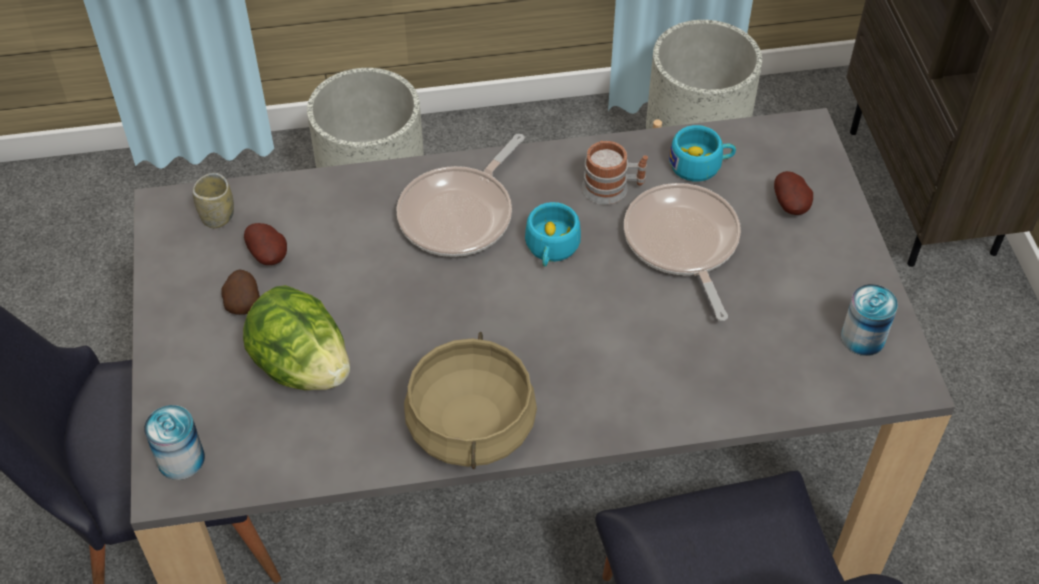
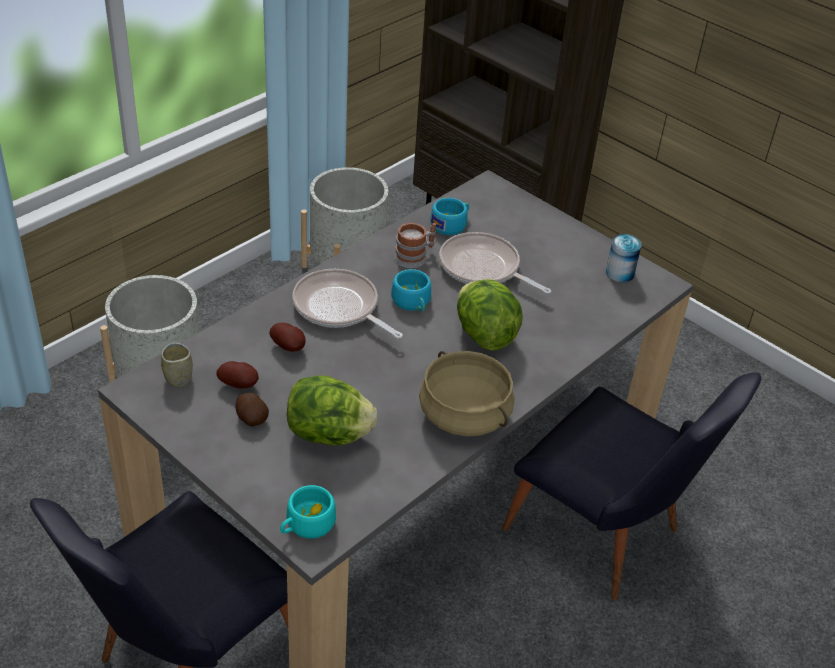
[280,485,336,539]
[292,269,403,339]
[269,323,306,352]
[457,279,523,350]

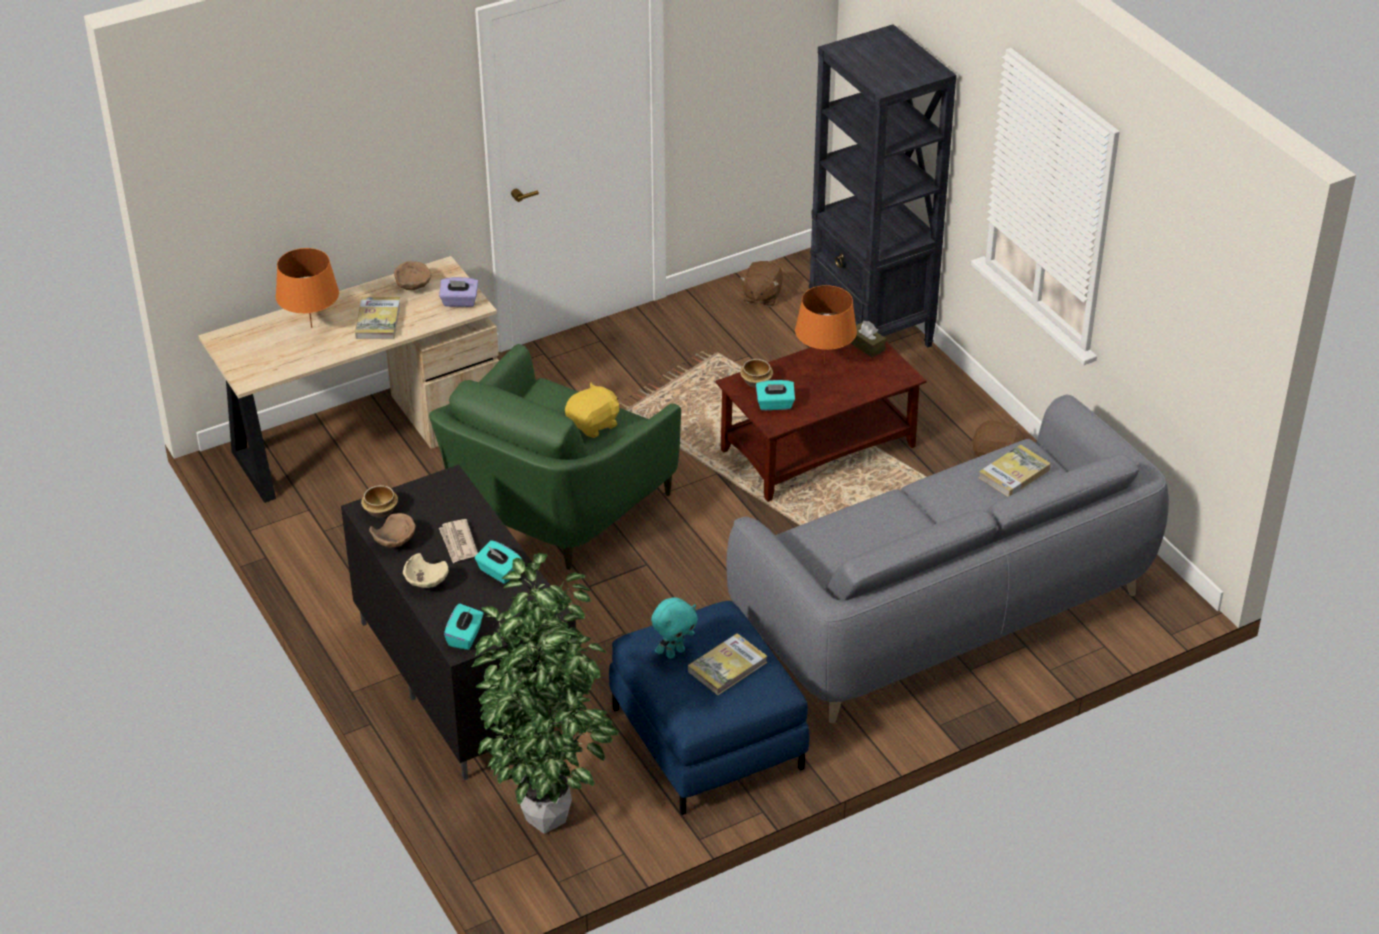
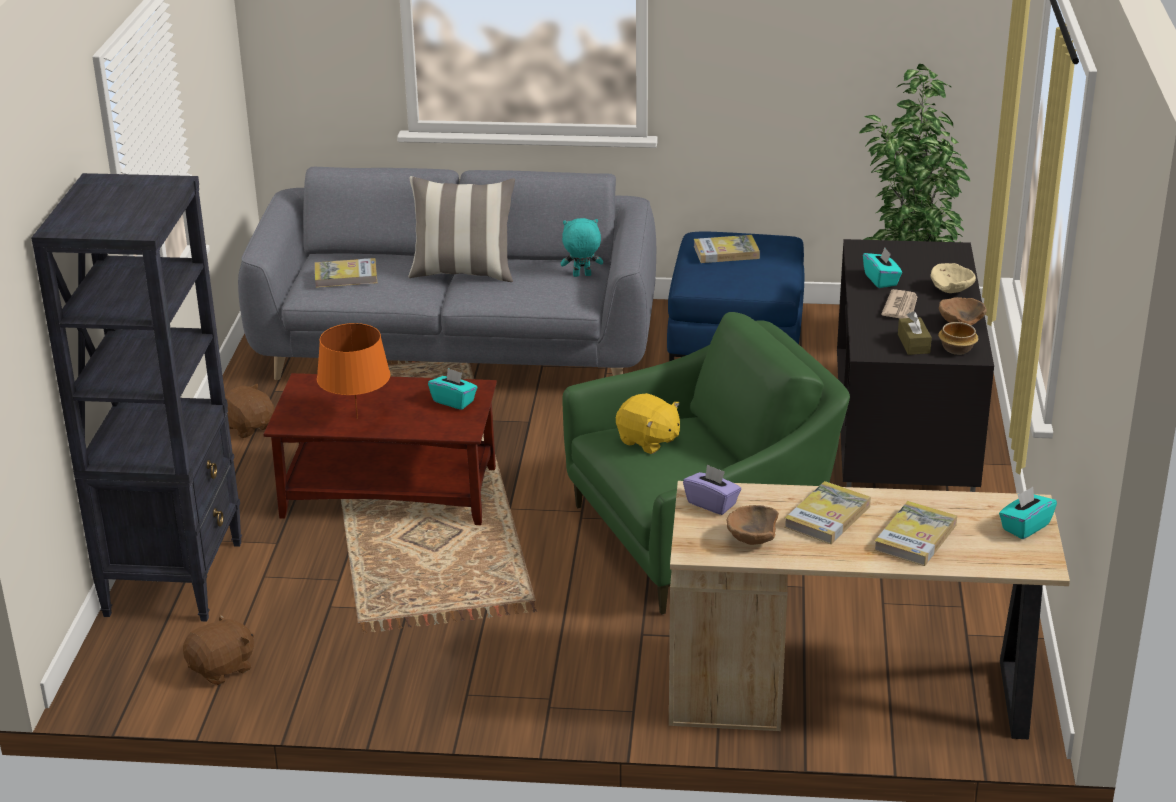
[874,501,957,566]
[999,487,1057,539]
[616,393,680,454]
[561,218,603,277]
[740,359,773,388] (first image)
[898,311,932,355]
[408,176,515,282]

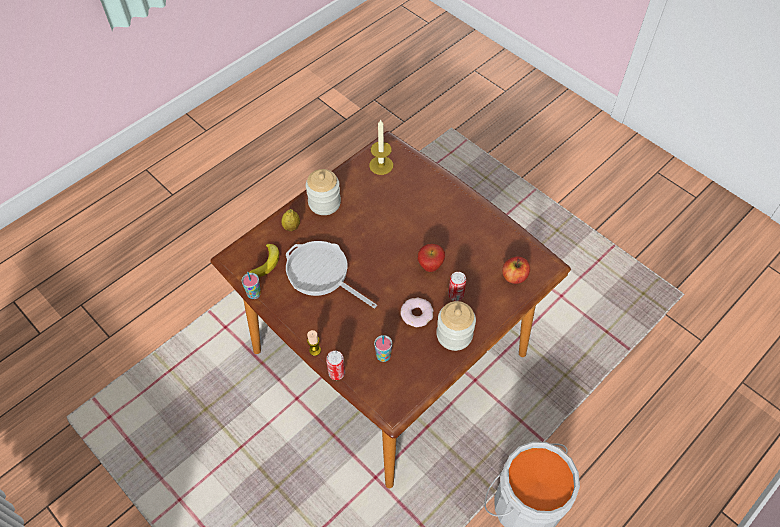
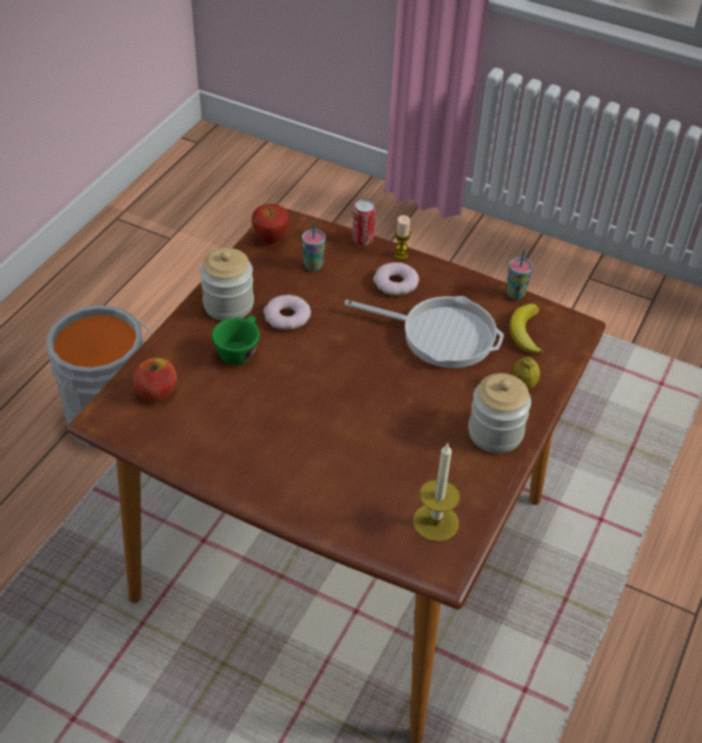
[252,204,289,244]
[212,315,260,365]
[373,262,419,296]

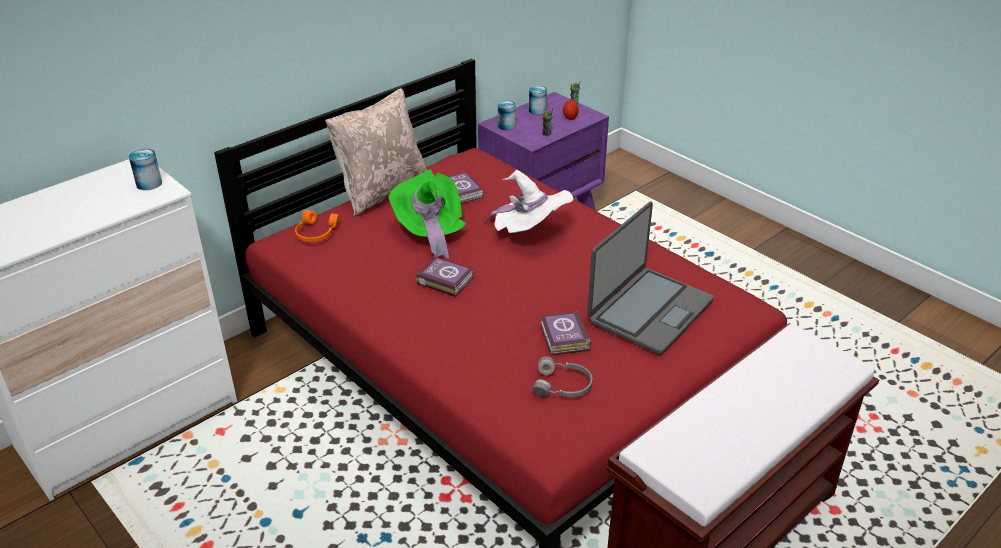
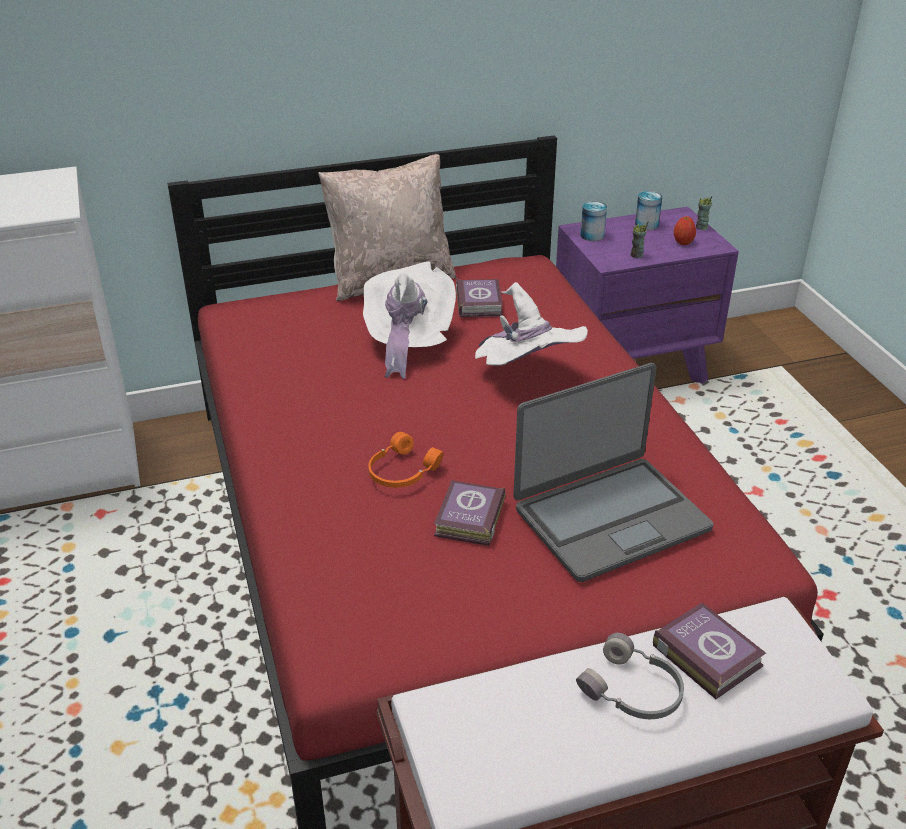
[129,149,162,190] (first image)
[368,432,444,488]
[363,262,456,379]
[653,603,766,699]
[576,633,684,719]

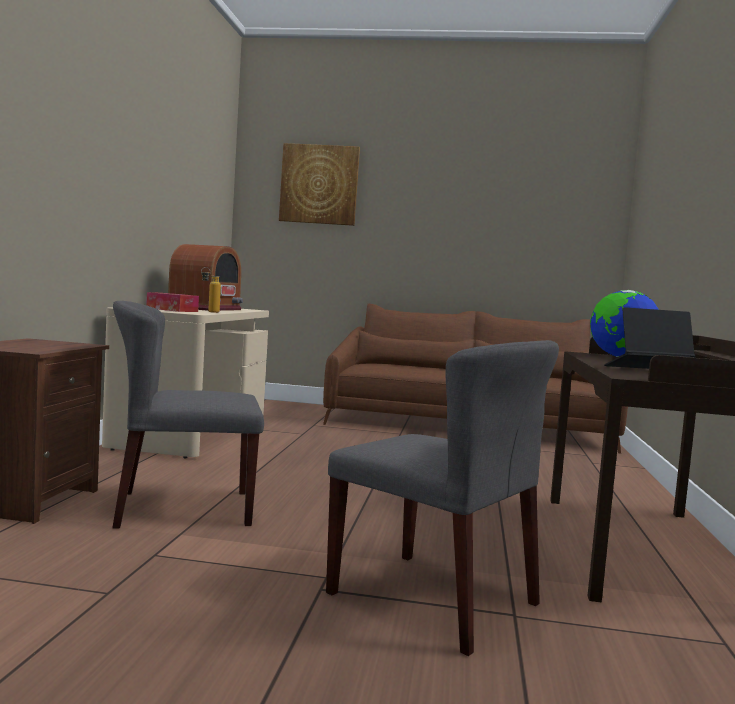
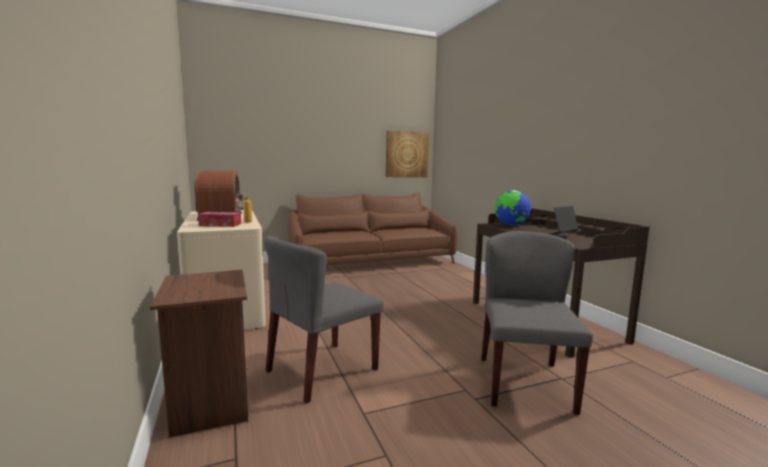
[386,130,429,177]
[481,231,593,415]

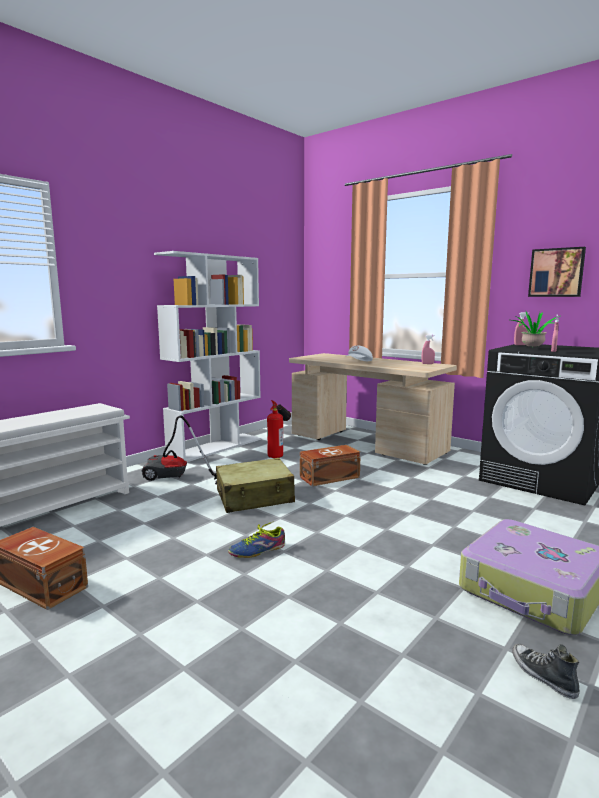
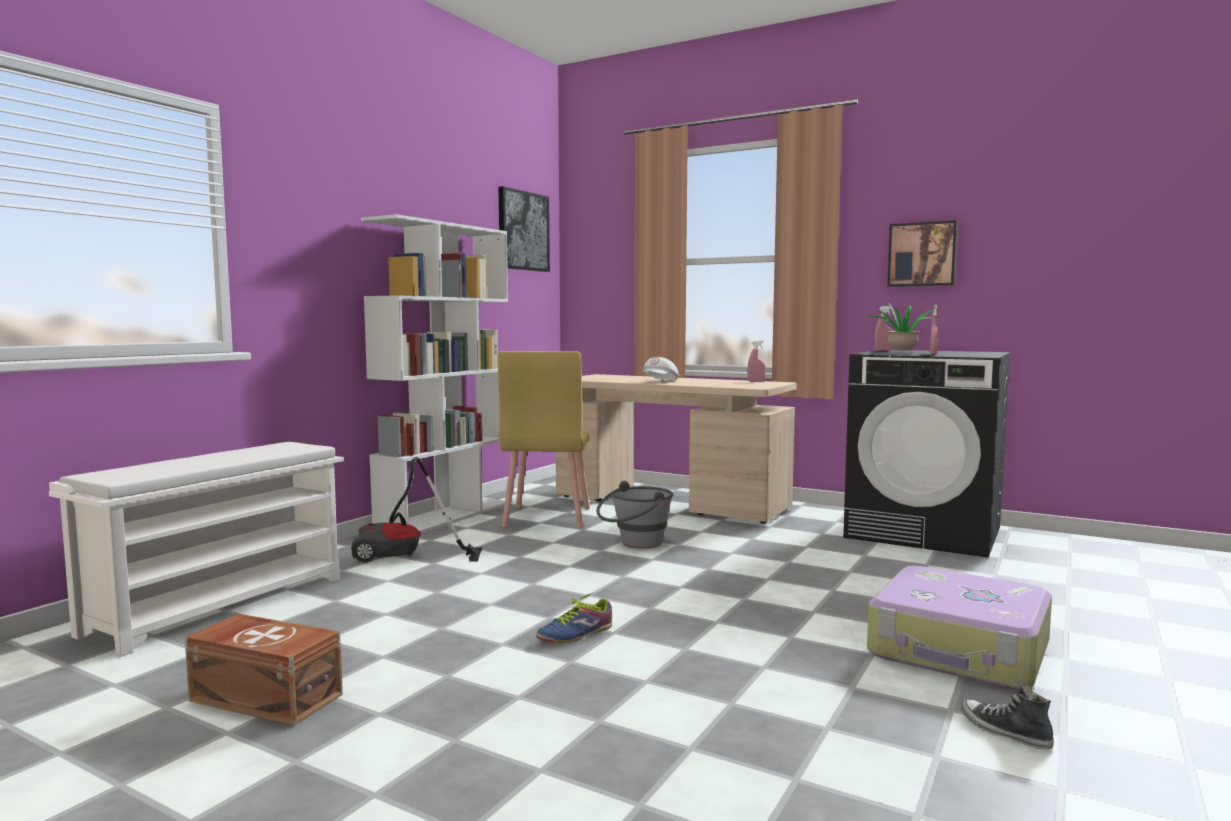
[216,458,295,513] (first image)
[498,351,590,528]
[597,481,673,549]
[498,186,550,272]

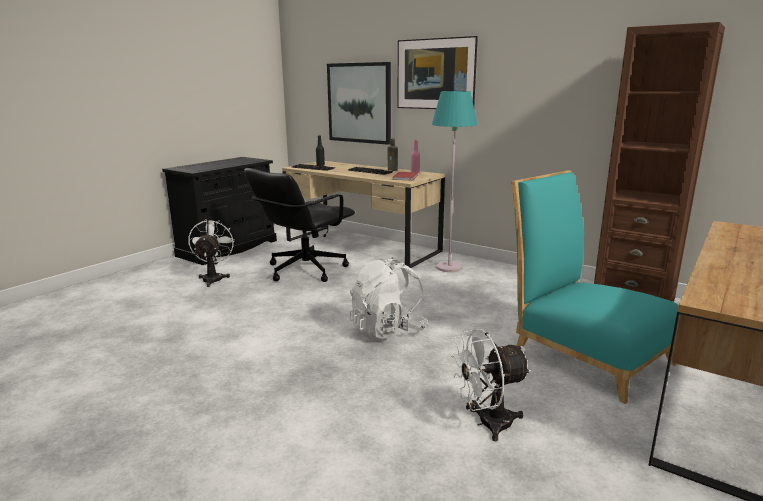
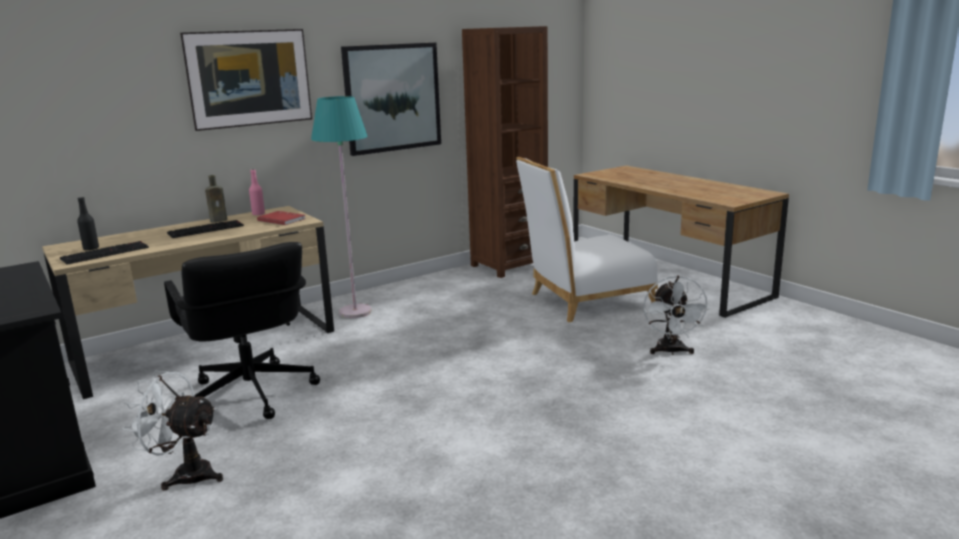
[341,43,441,156]
[349,257,428,340] (first image)
[516,157,658,322]

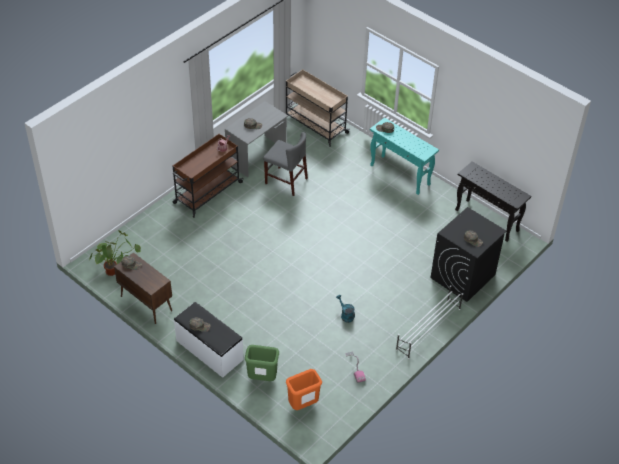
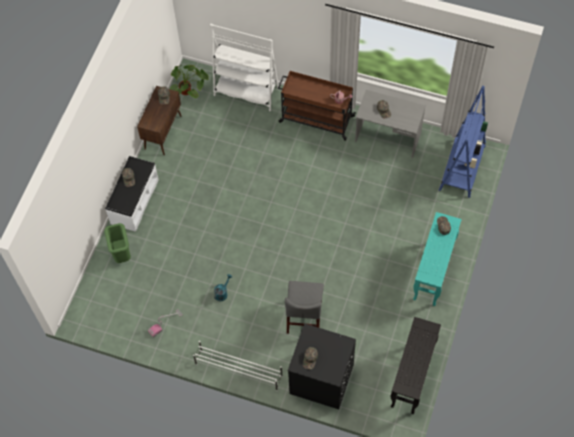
[285,281,324,334]
[439,86,488,198]
[286,369,322,410] (first image)
[210,23,279,111]

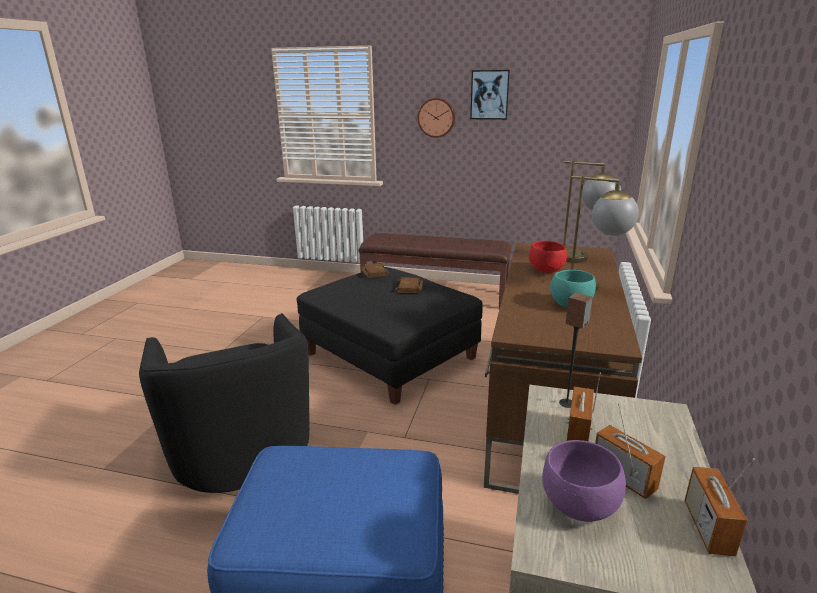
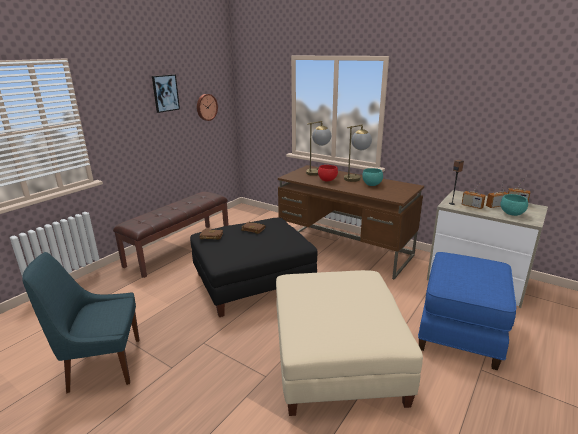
[276,270,423,416]
[197,94,218,121]
[500,194,528,216]
[22,252,140,394]

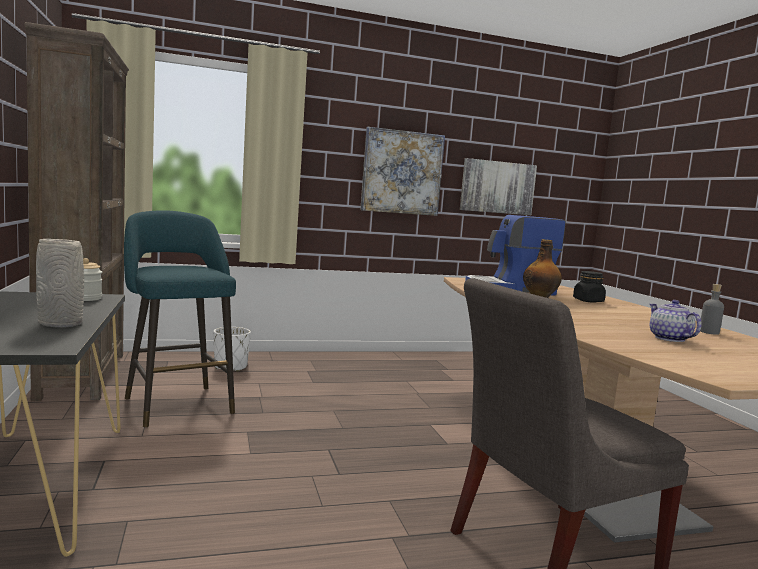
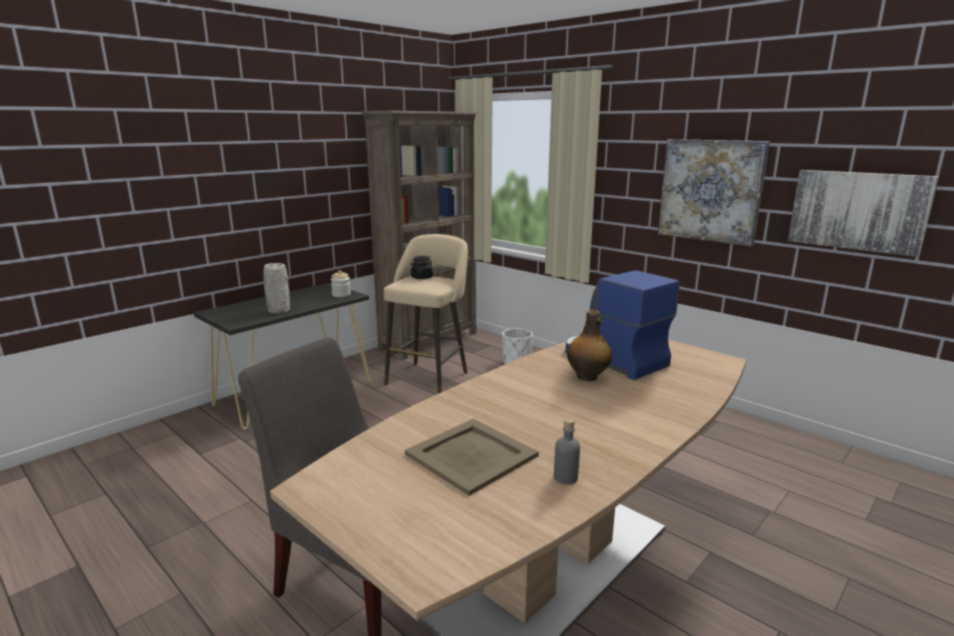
[384,234,468,394]
[410,256,433,279]
[405,419,539,496]

